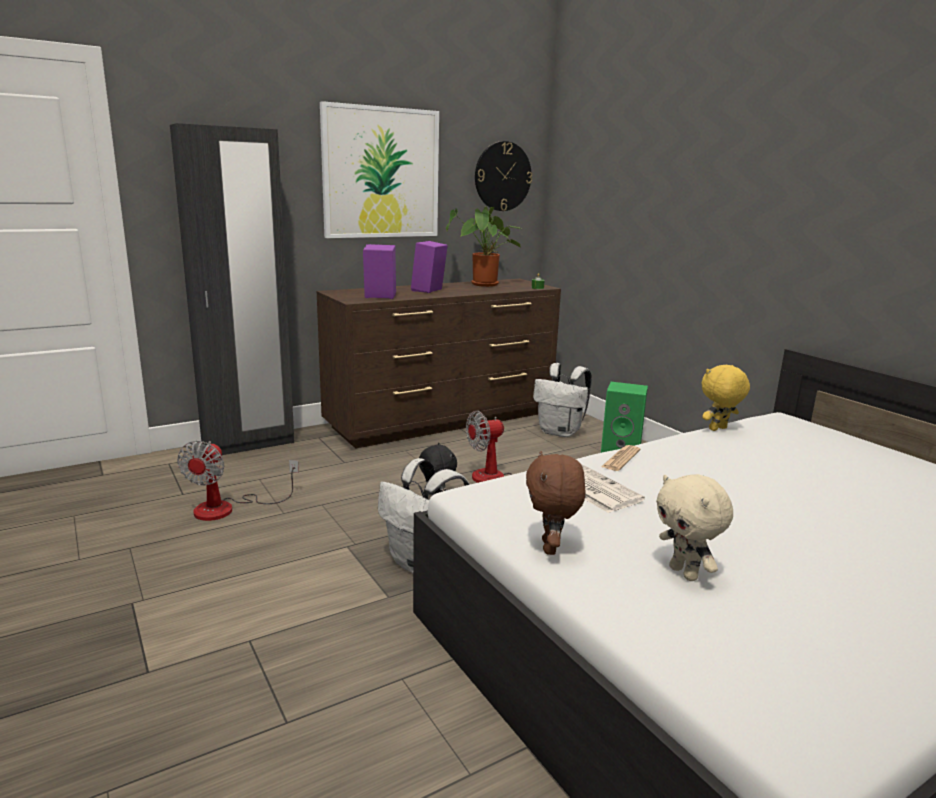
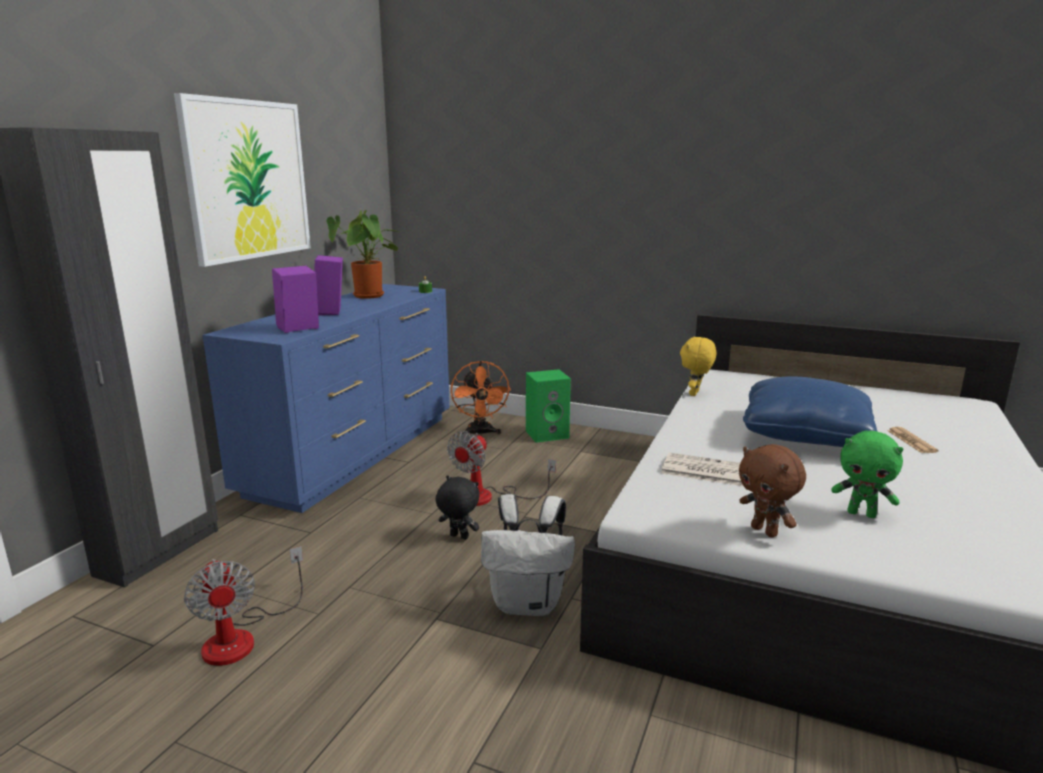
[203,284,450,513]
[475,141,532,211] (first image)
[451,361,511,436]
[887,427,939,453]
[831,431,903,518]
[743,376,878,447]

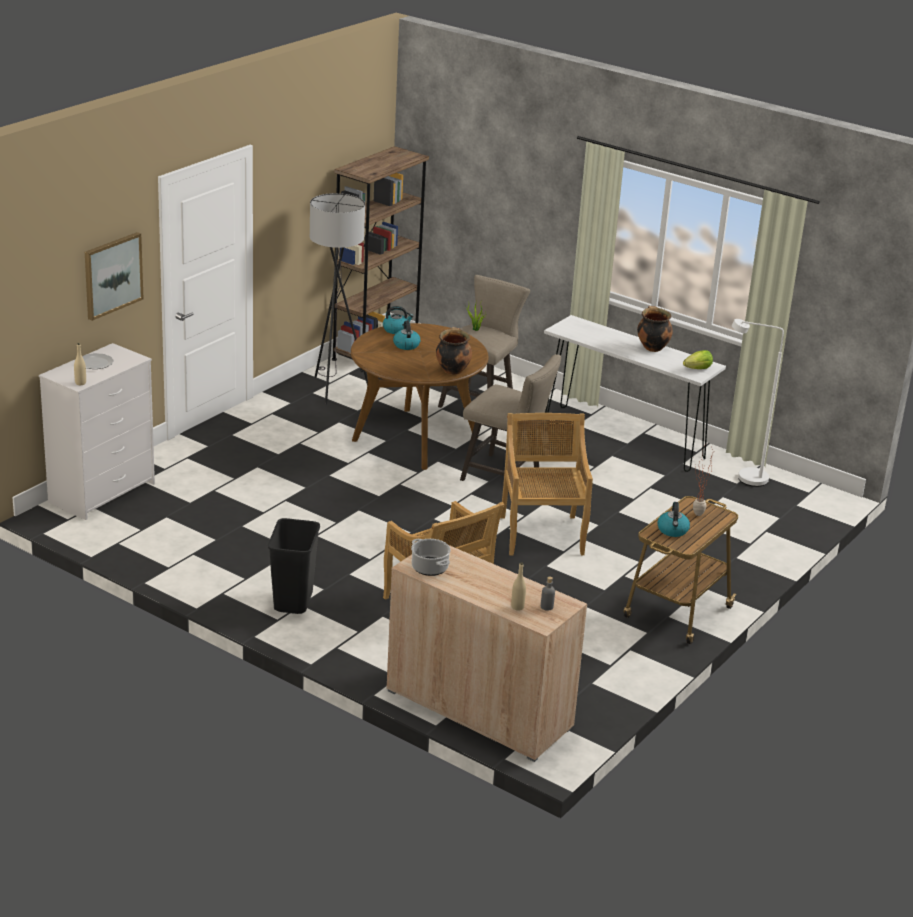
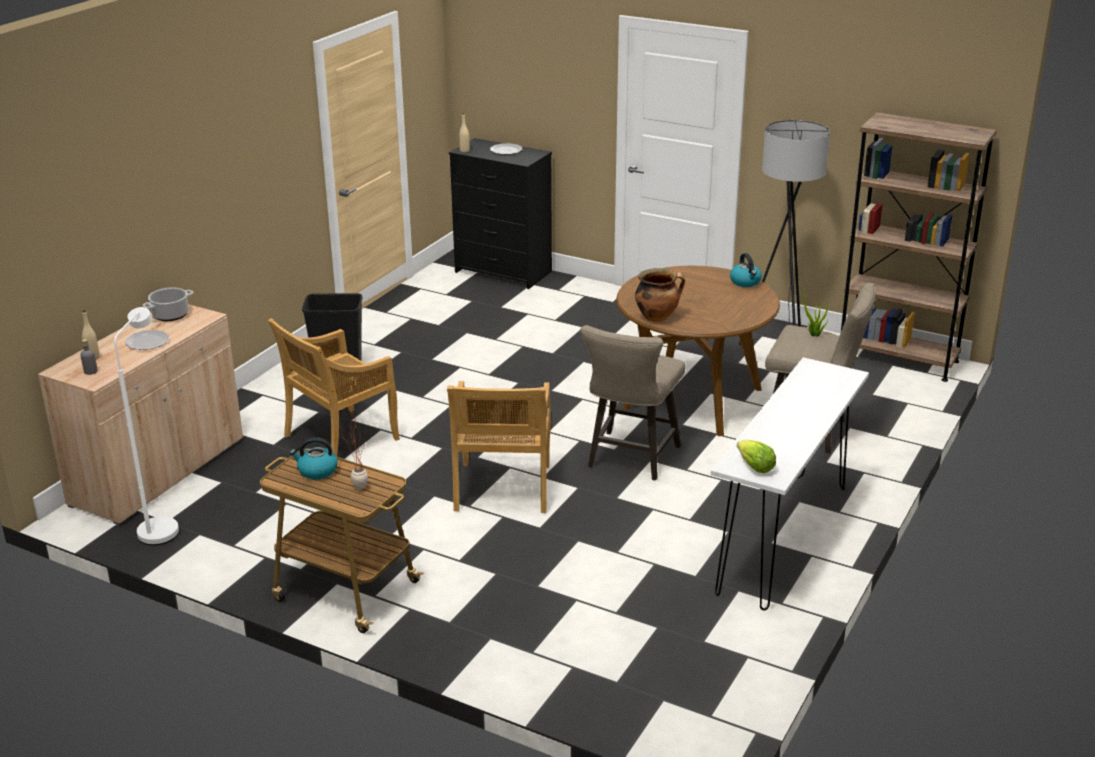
[449,138,552,289]
[85,232,144,321] (first image)
[393,321,420,350] (first image)
[447,381,551,513]
[637,306,673,352] (first image)
[114,307,179,545]
[125,330,170,350]

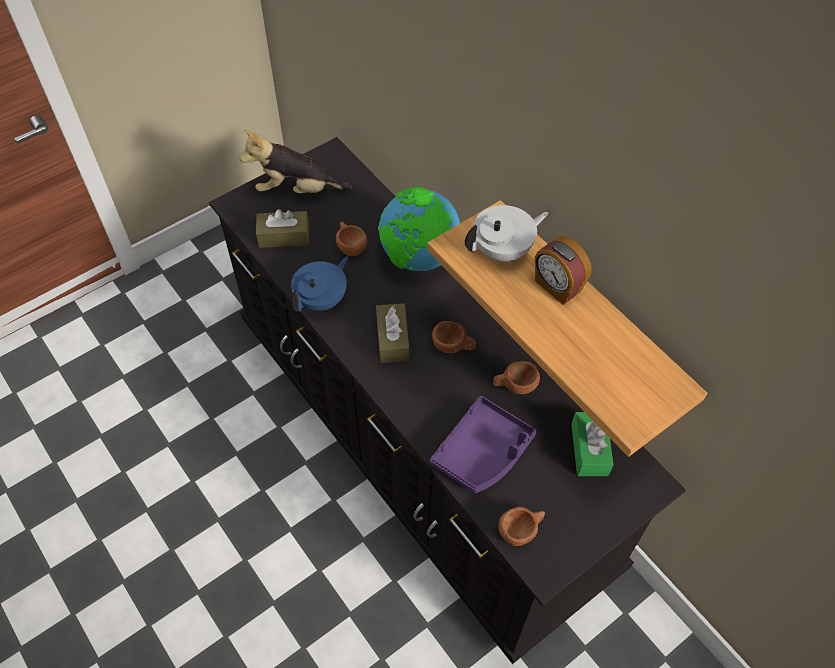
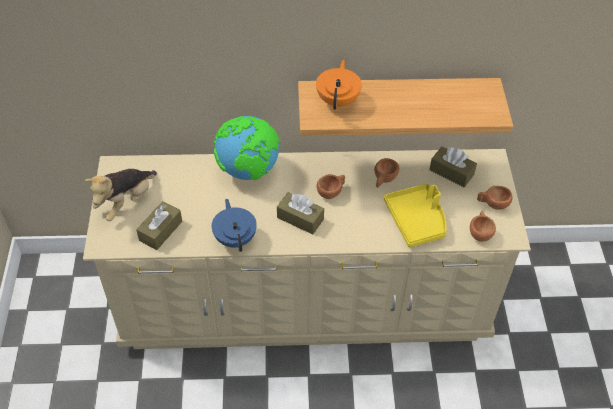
[83,149,531,349]
[477,186,513,210]
[384,183,446,247]
[316,60,362,110]
[535,236,592,305] (first image)
[429,146,477,187]

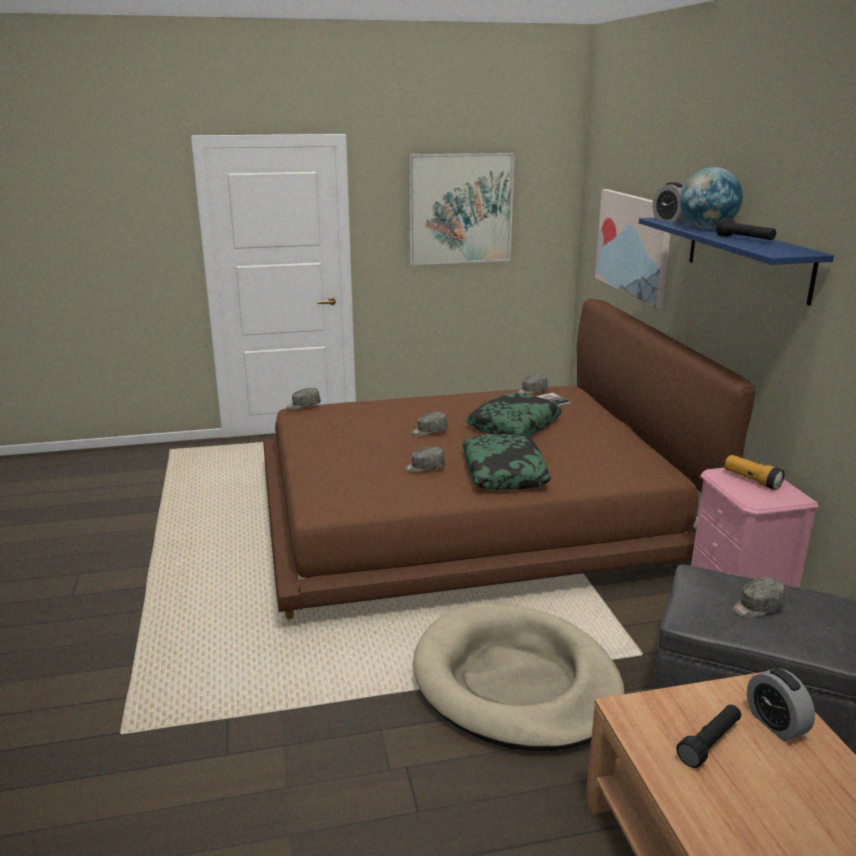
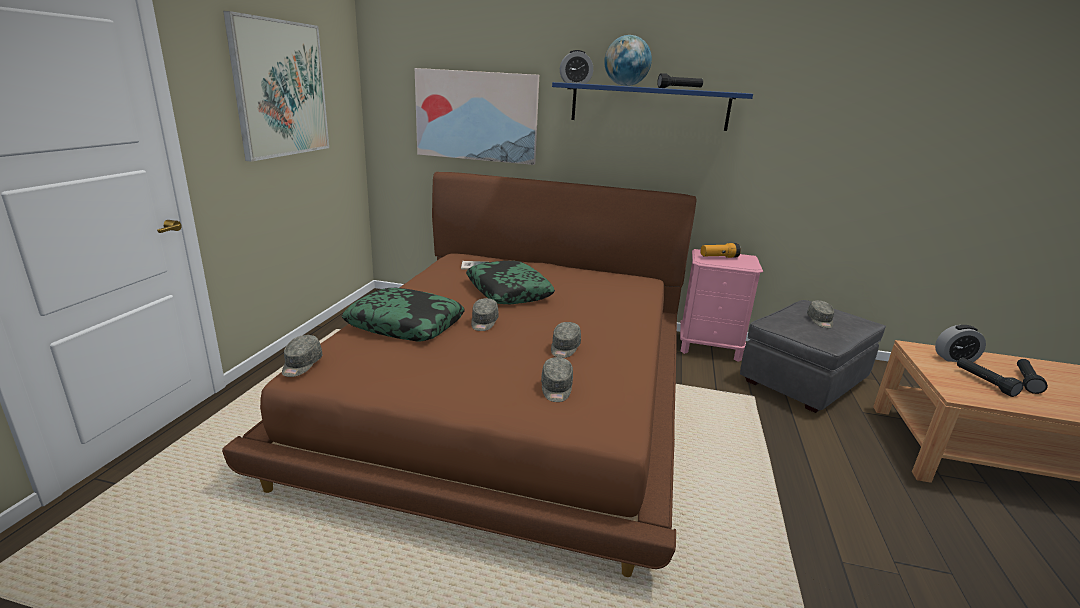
[413,603,624,751] (first image)
[342,288,465,341]
[541,357,573,402]
[1017,359,1048,394]

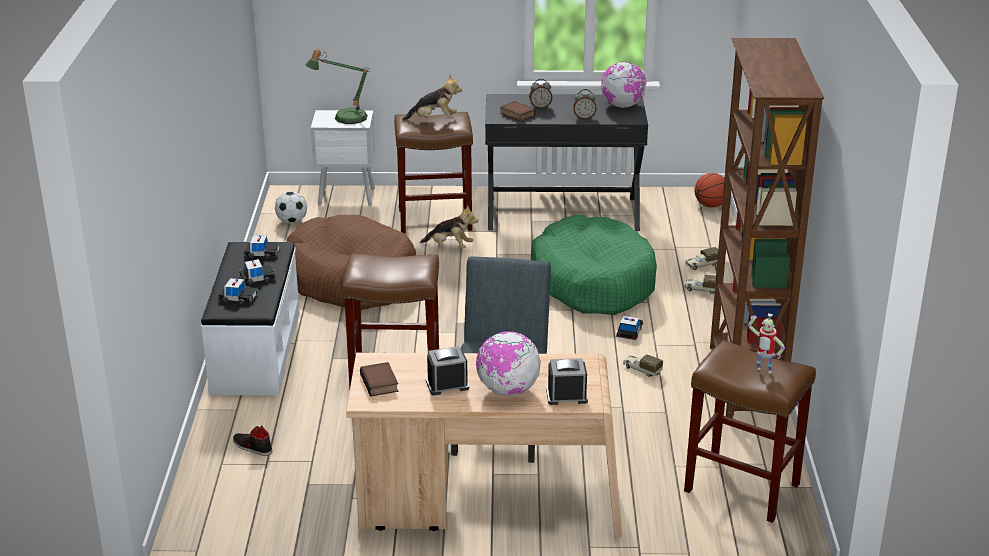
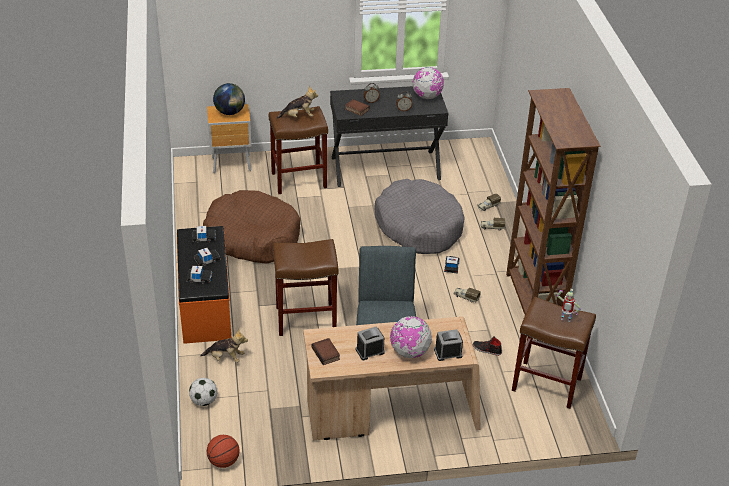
[177,226,231,344]
[473,336,502,356]
[189,378,217,406]
[213,83,245,115]
[207,104,252,173]
[201,329,248,363]
[375,179,465,254]
[207,435,240,468]

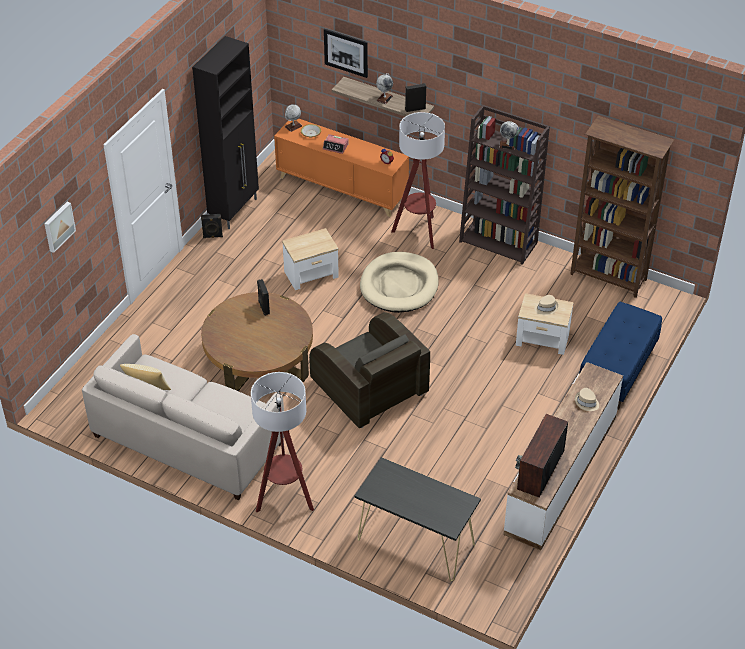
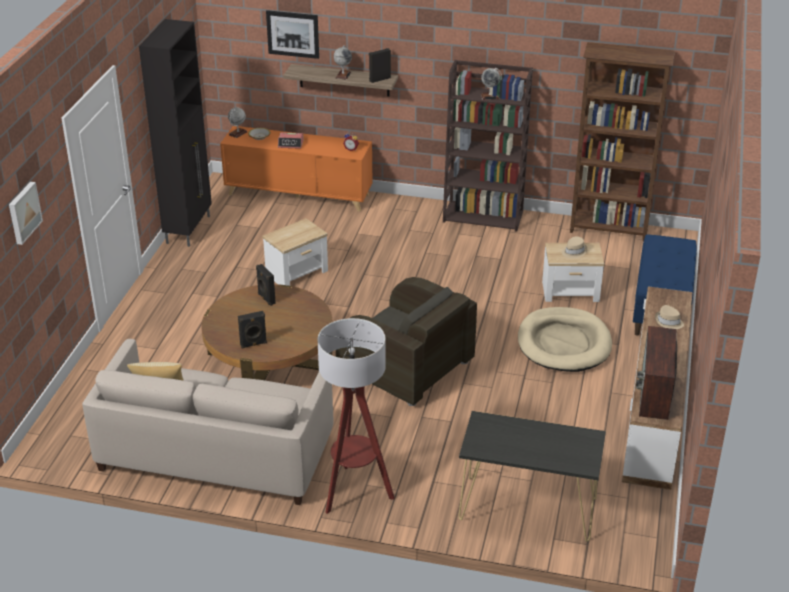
[238,311,267,348]
[518,307,612,372]
[391,112,445,249] (first image)

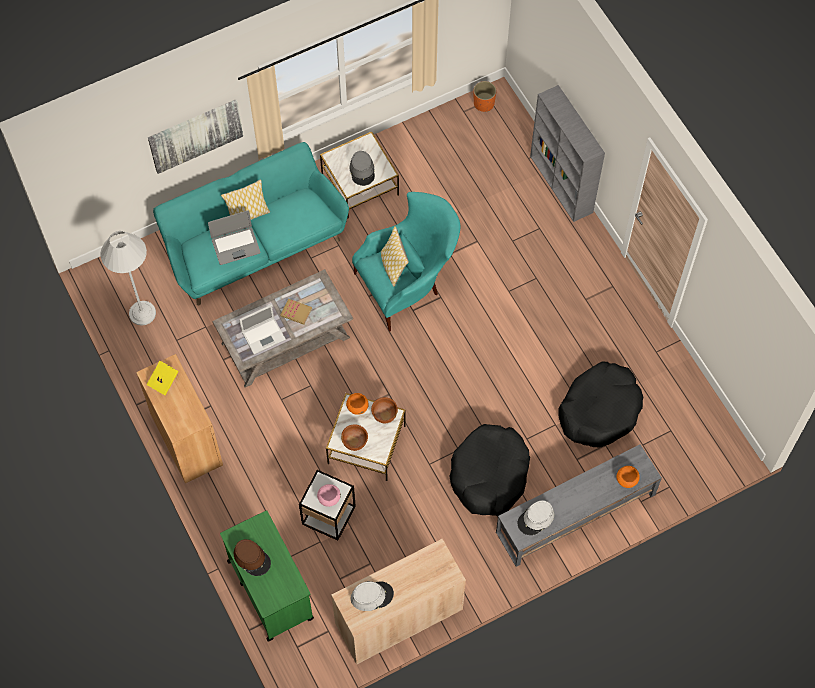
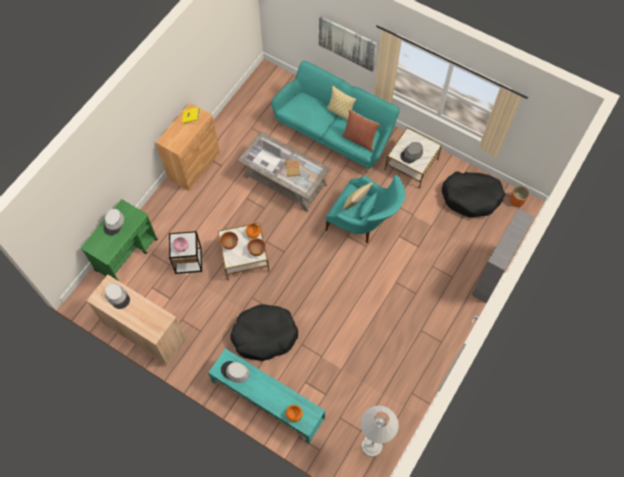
[361,406,399,457]
[208,210,261,265] (first image)
[104,209,124,235]
[208,348,325,444]
[442,171,505,217]
[342,109,380,151]

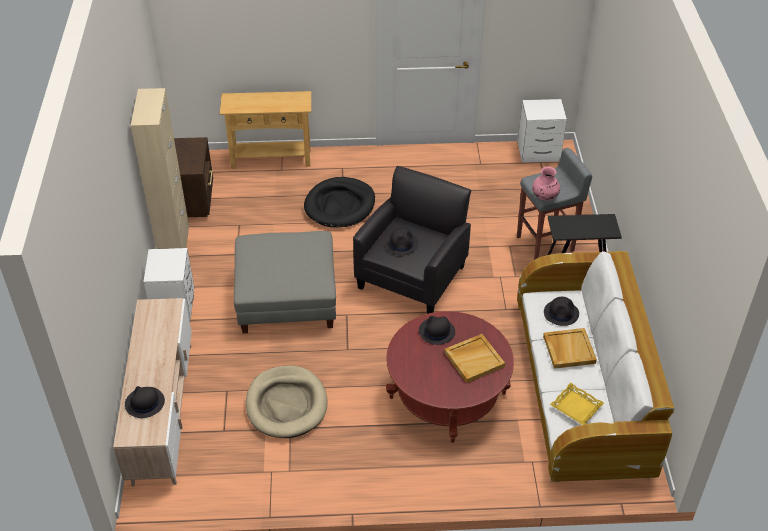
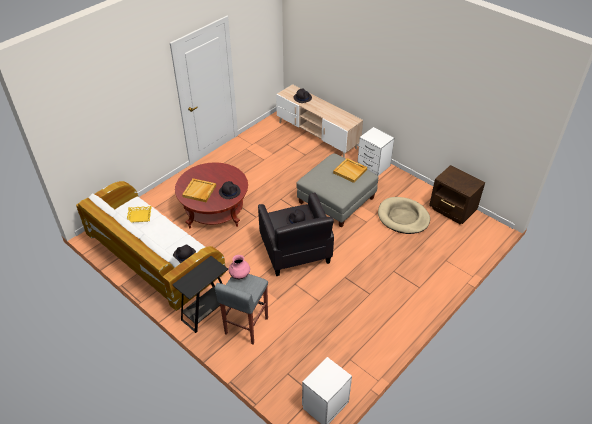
[131,88,189,249] (first image)
[220,91,311,169] (first image)
[378,197,430,234]
[304,177,375,228] (first image)
[333,158,367,183]

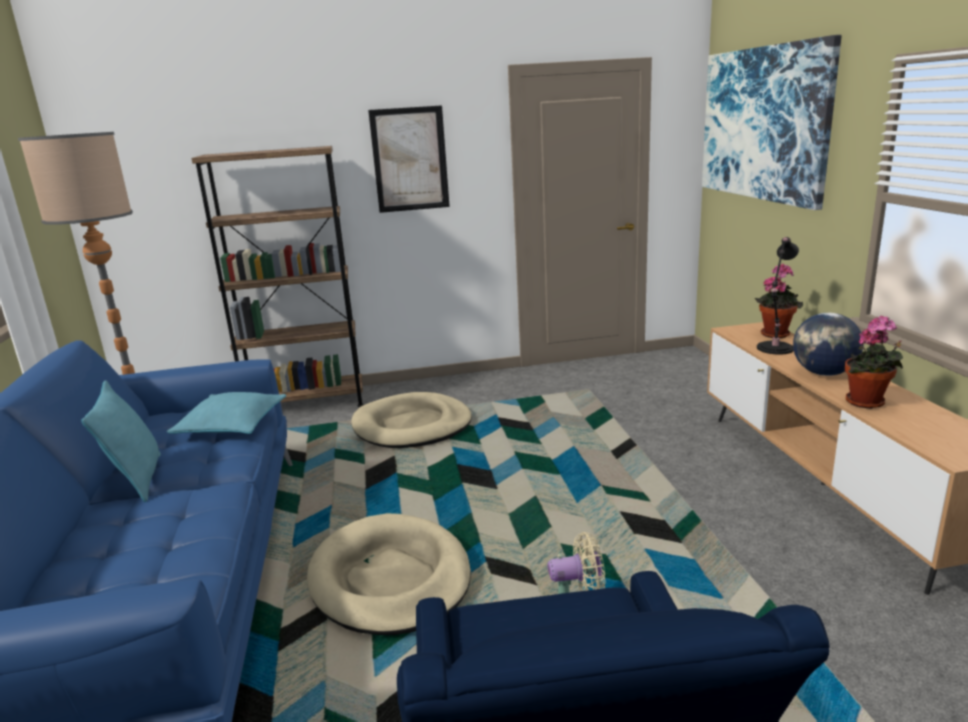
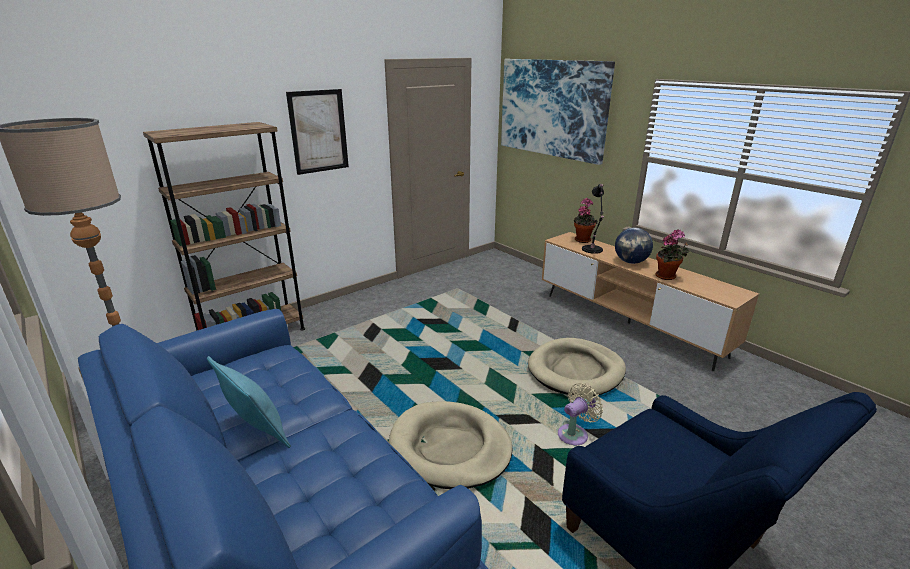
[167,392,286,434] (first image)
[528,338,626,397]

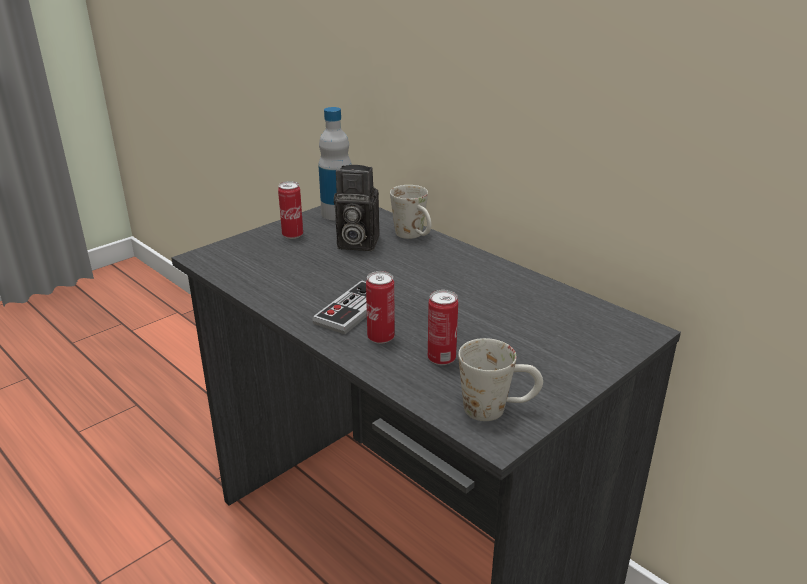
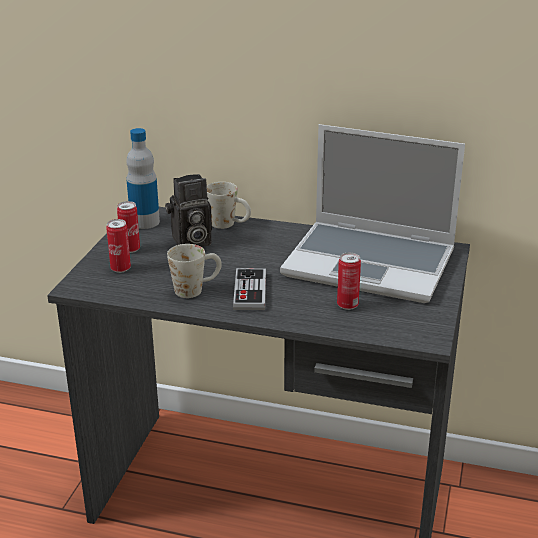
[106,219,131,273]
[167,244,222,298]
[280,124,465,303]

